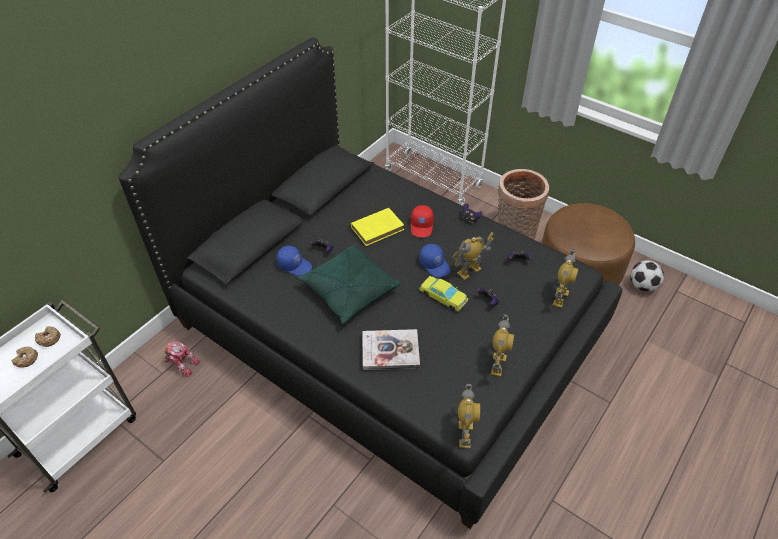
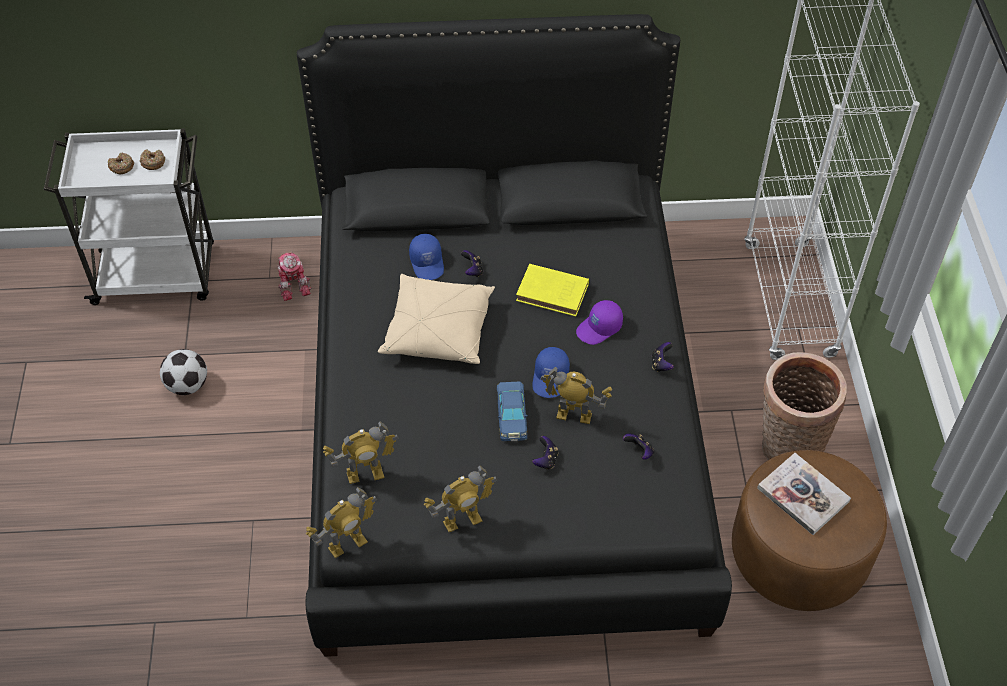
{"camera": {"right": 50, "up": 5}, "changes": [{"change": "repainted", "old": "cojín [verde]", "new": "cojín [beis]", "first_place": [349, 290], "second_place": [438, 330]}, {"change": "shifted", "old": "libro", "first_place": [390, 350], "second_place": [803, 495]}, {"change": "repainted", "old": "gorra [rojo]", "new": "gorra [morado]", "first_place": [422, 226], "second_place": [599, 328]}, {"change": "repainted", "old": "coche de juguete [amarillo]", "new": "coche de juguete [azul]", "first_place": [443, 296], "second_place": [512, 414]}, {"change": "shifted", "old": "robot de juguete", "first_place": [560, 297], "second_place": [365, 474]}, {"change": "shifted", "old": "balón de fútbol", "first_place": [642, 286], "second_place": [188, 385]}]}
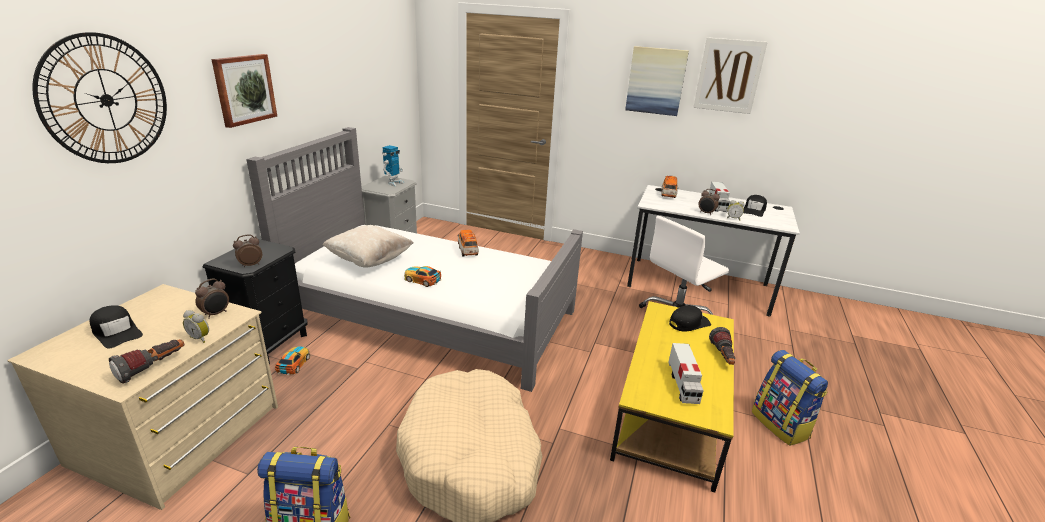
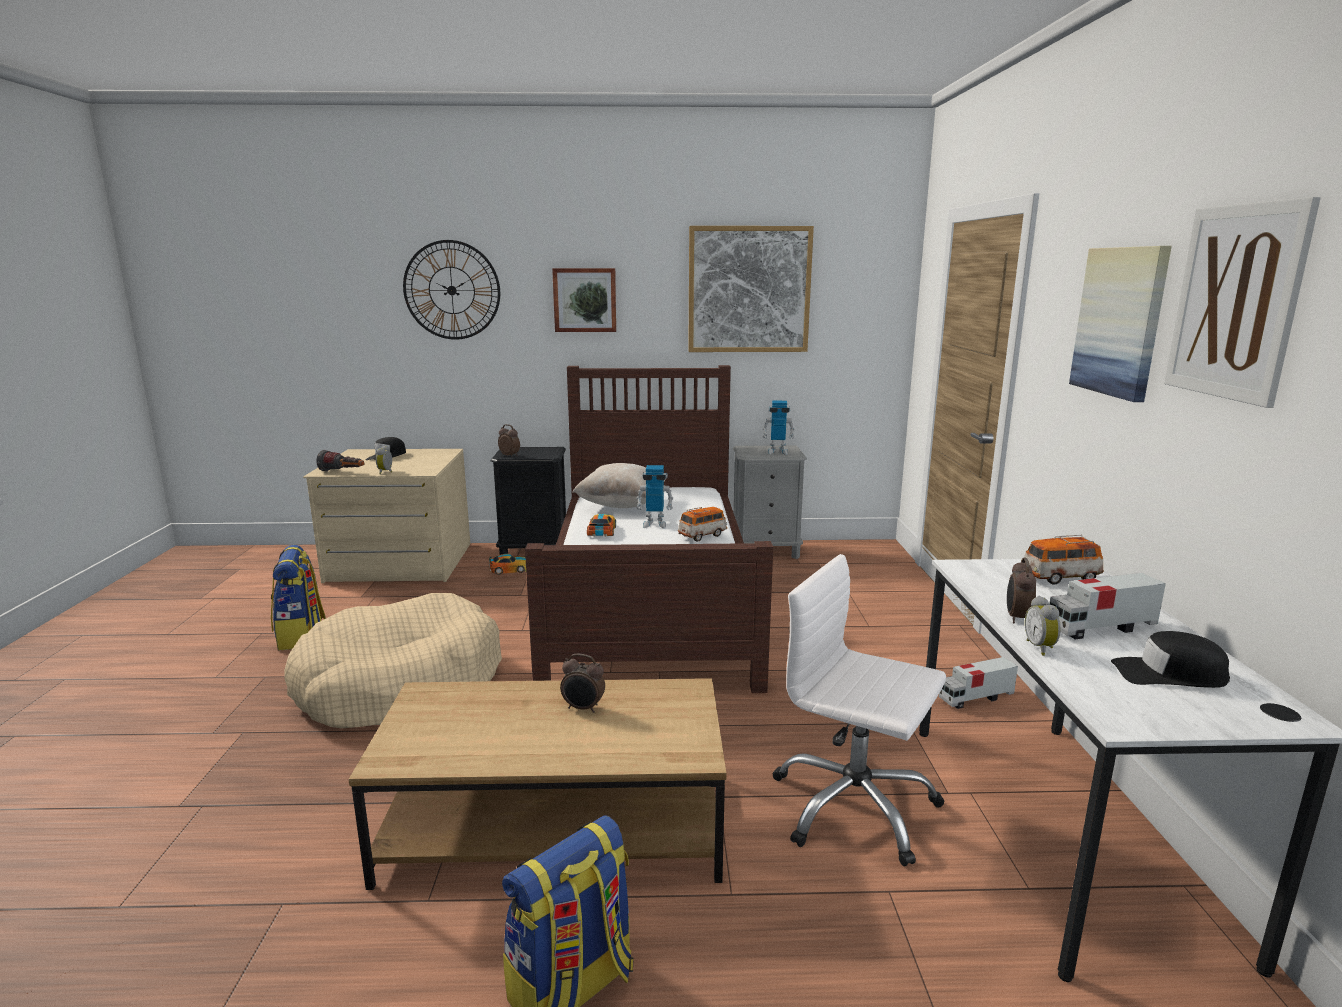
{"camera": {"right": 70, "up": -10}, "changes": [{"change": "shifted", "old": "despertador", "first_place": [216, 314], "second_place": [583, 708]}, {"change": "repainted", "old": "cama [gris]", "new": "cama [marrón]", "first_place": [430, 315], "second_place": [650, 602]}, {"change": "repainted", "old": "mesa de centro [amarillo]", "new": "mesa de centro [marrón]", "first_place": [670, 408], "second_place": [555, 824]}, {"change": "shifted", "old": "camión de juguete", "first_place": [682, 384], "second_place": [975, 698]}, {"change": "gone", "old": "gorra [negro]", "first_place": [689, 323]}, {"change": "gone", "old": "linterna", "first_place": [722, 357]}, {"change": "new", "new": "robot de juguete", "second_place": [654, 524]}, {"change": "new", "new": "cuadro", "second_place": [749, 290]}]}
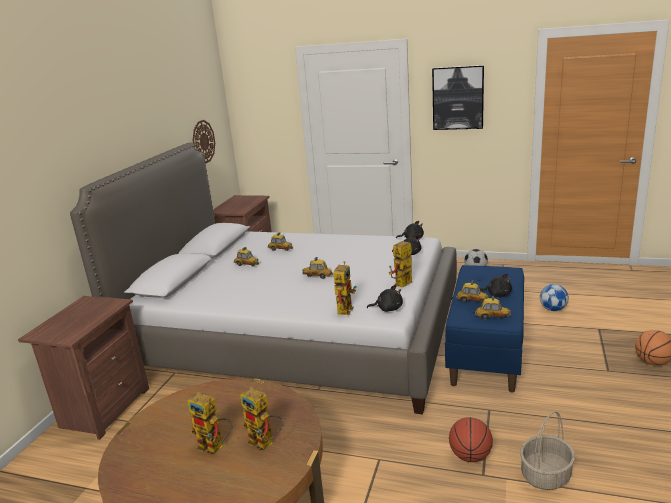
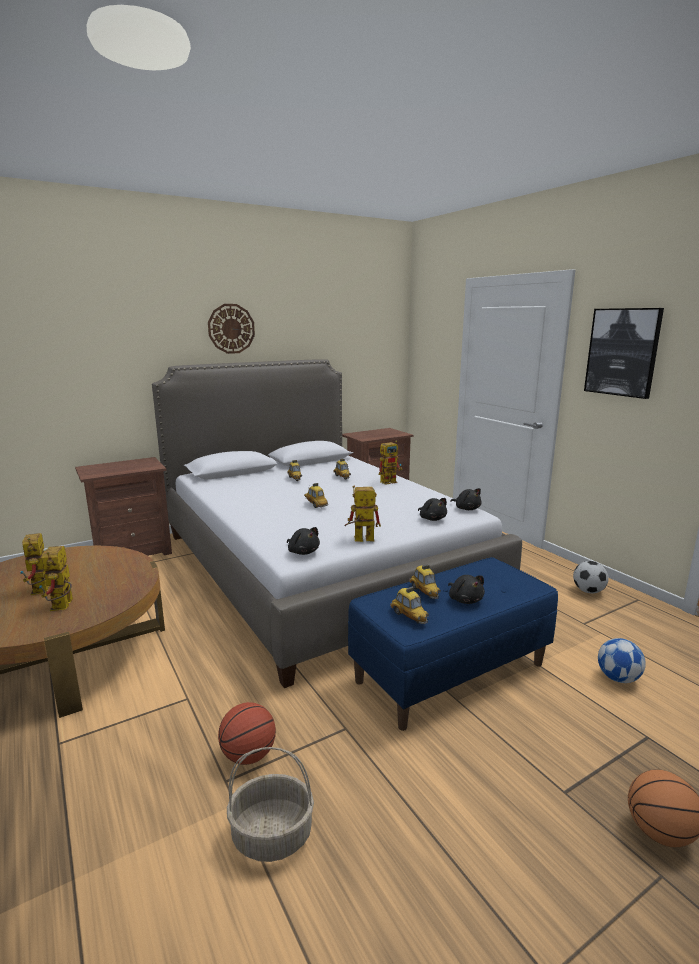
{"camera": {"right": 40, "up": -5}, "changes": [{"change": "shifted", "old": "reloj de pared", "first_place": [203, 141], "second_place": [231, 328]}, {"change": "shifted", "old": "robot de juguete", "first_place": [345, 308], "second_place": [390, 481]}]}
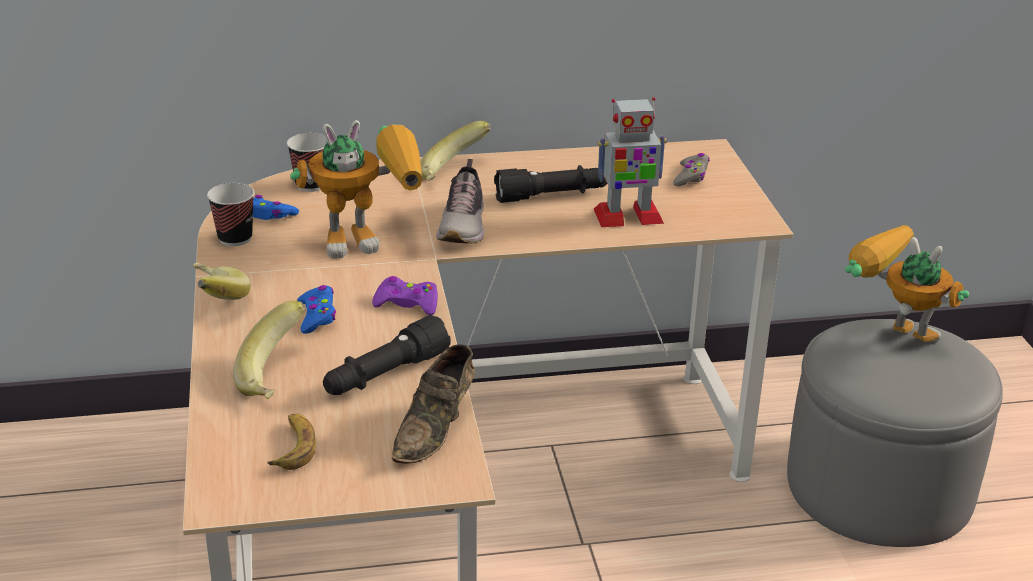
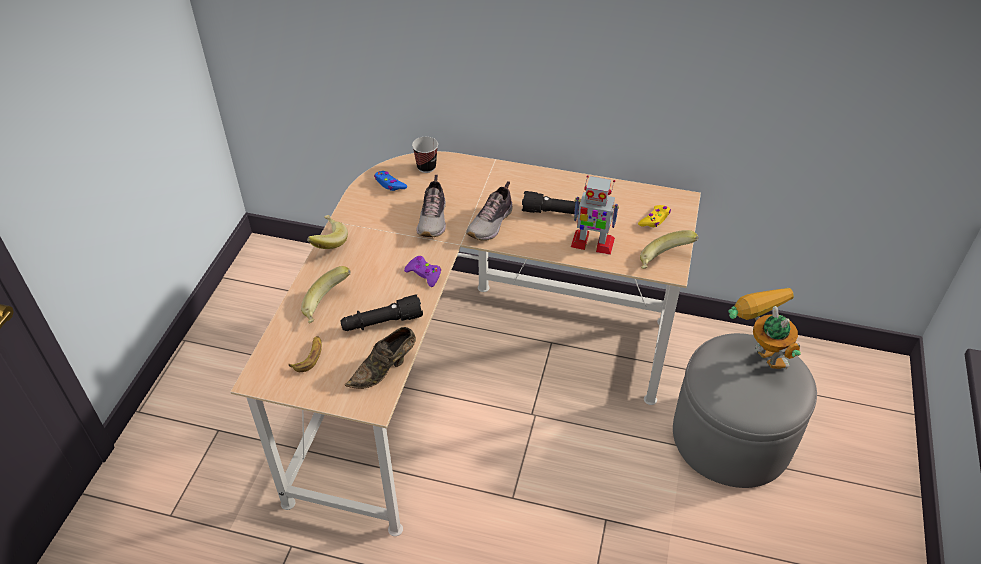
{"camera": {"right": 25, "up": 15}, "changes": [{"change": "gone", "old": "taza", "first_place": [235, 238]}, {"change": "swapped", "old": "robot de juguete", "new": "zapato", "first_place": [370, 239], "second_place": [433, 219]}, {"change": "gone", "old": "mando de consola [azul]", "first_place": [317, 316]}, {"change": "shifted", "old": "plátano", "first_place": [453, 174], "second_place": [664, 262]}, {"change": "repainted", "old": "mando de consola [gris]", "new": "mando de consola [amarillo]", "first_place": [691, 176], "second_place": [654, 220]}]}
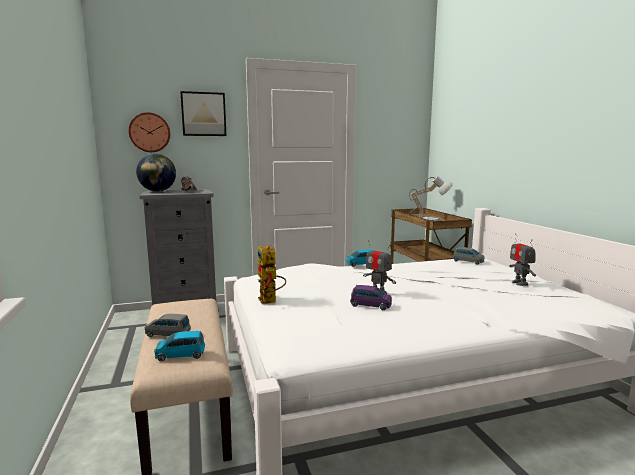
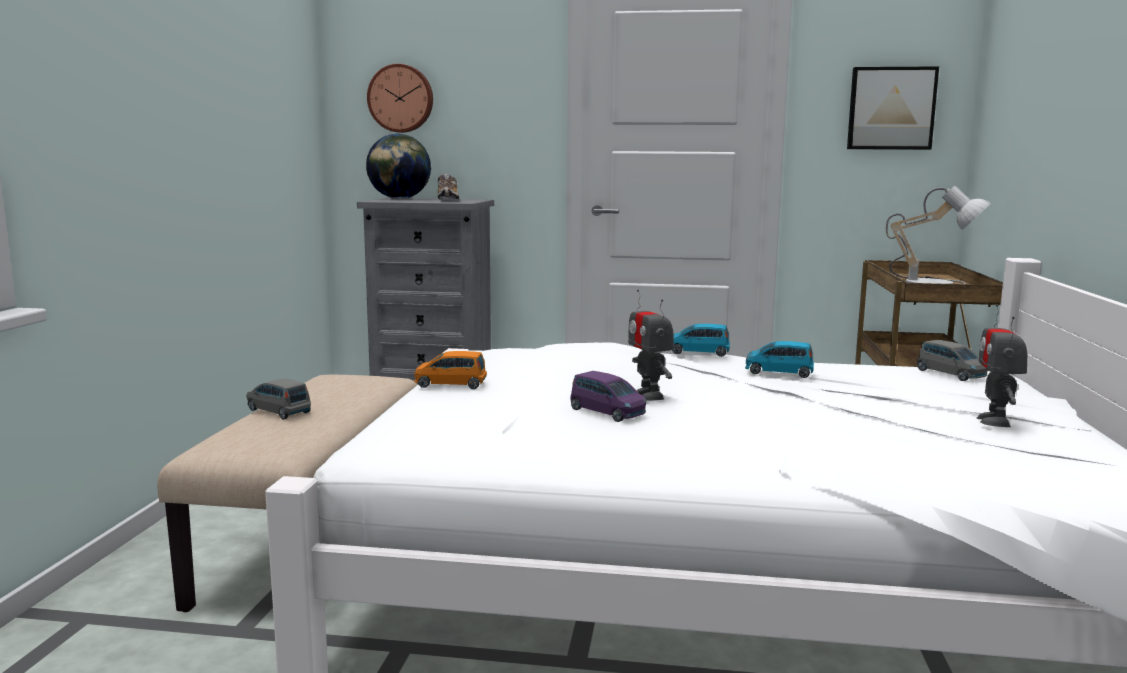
{"camera": {"right": 25, "up": 0}, "changes": [{"change": "shifted", "old": "coche de juguete [azul]", "first_place": [180, 355], "second_place": [778, 372]}, {"change": "shifted", "old": "cuadro", "first_place": [203, 114], "second_place": [891, 109]}, {"change": "swapped", "old": "robot de juguete", "new": "coche de juguete [naranja]", "first_place": [270, 301], "second_place": [450, 384]}]}
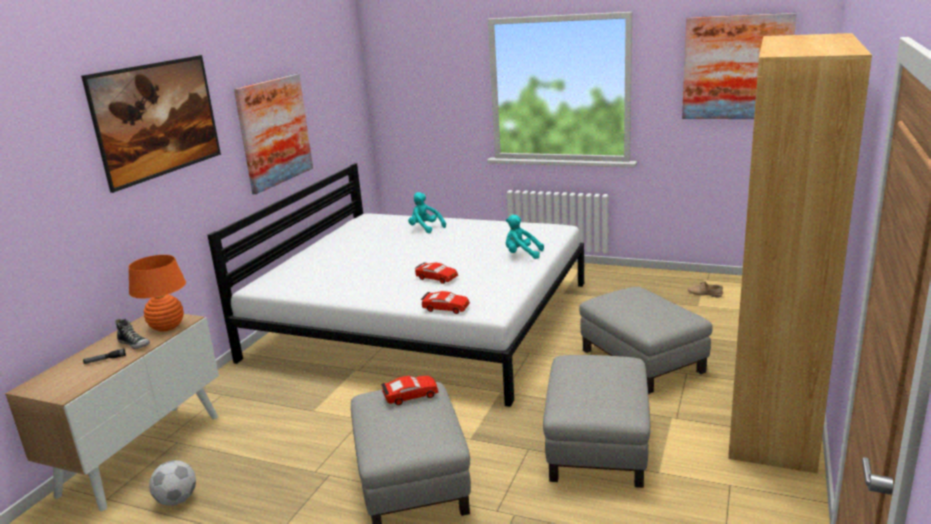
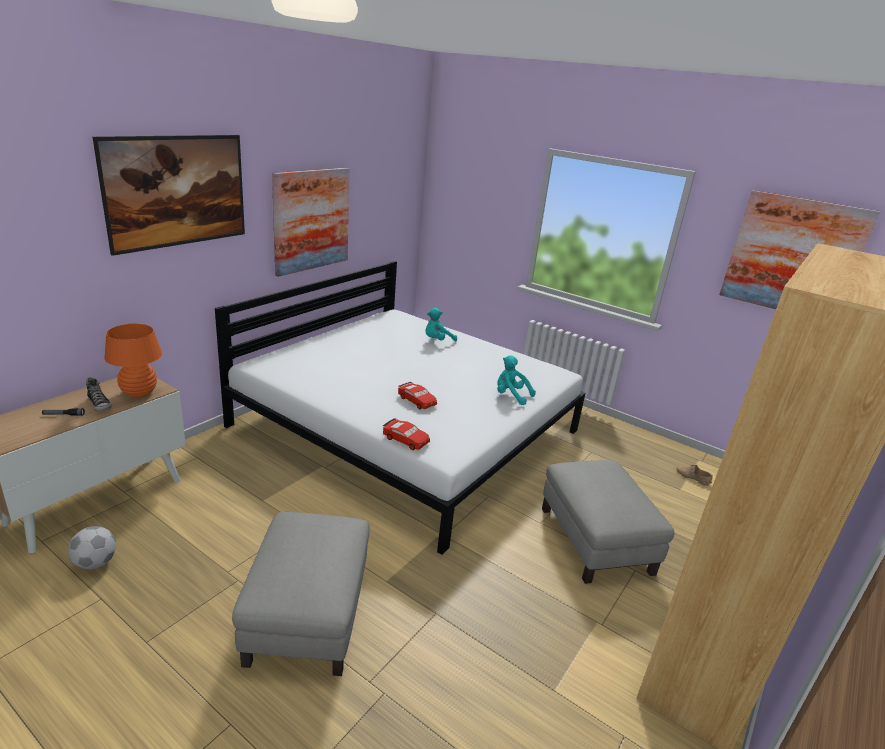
{"camera": {"right": 10, "up": 5}, "changes": [{"change": "gone", "old": "coche de juguete [rojo]", "first_place": [410, 395]}, {"change": "rotated", "old": "peluche [turquesa]", "first_place": [425, 228], "second_place": [437, 340], "degrees": -90}, {"change": "gone", "old": "puf [gris]", "first_place": [598, 445]}]}
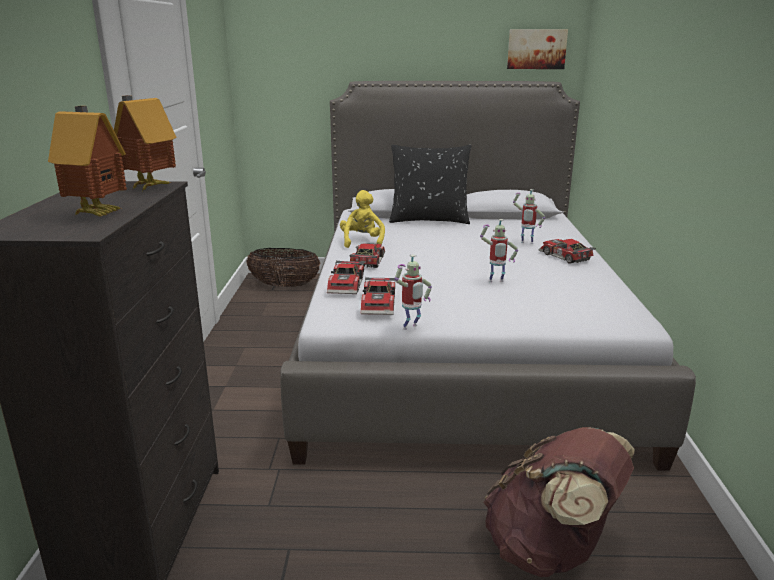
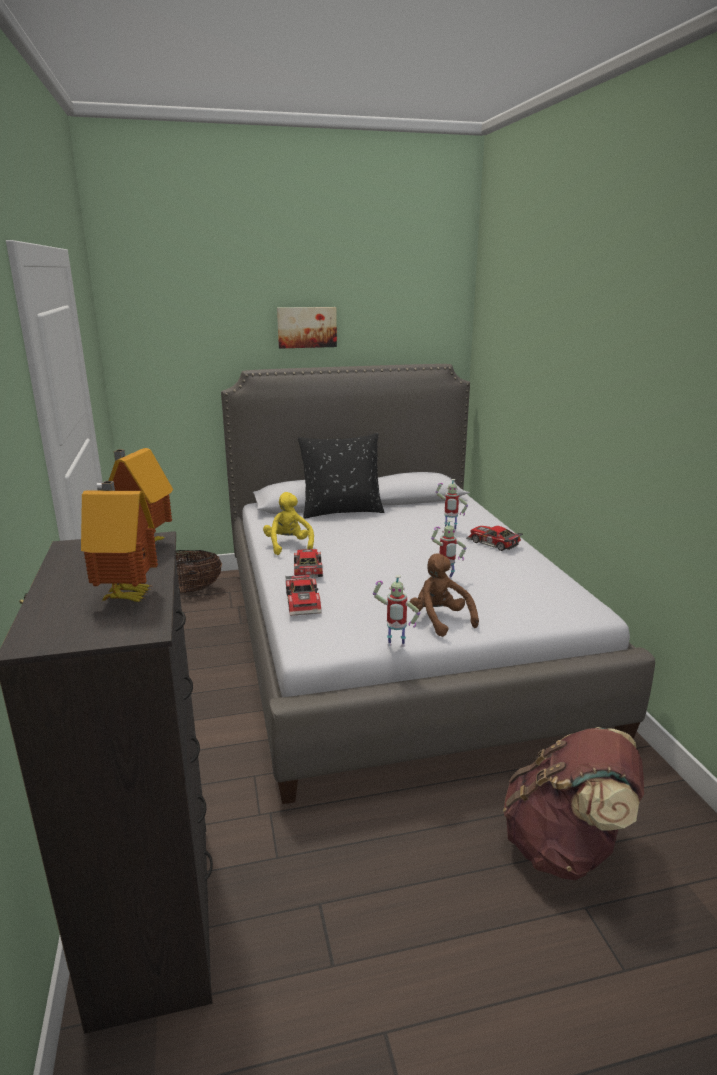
{"camera": {"right": -15, "up": 0}, "changes": [{"change": "gone", "old": "coche de juguete", "first_place": [380, 303]}, {"change": "rotated", "old": "robot de juguete", "first_place": [411, 328], "second_place": [395, 646], "degrees": 60}, {"change": "shifted", "old": "cuadro", "first_place": [536, 49], "second_place": [306, 327]}, {"change": "new", "new": "peluche [marrón]", "second_place": [440, 620]}]}
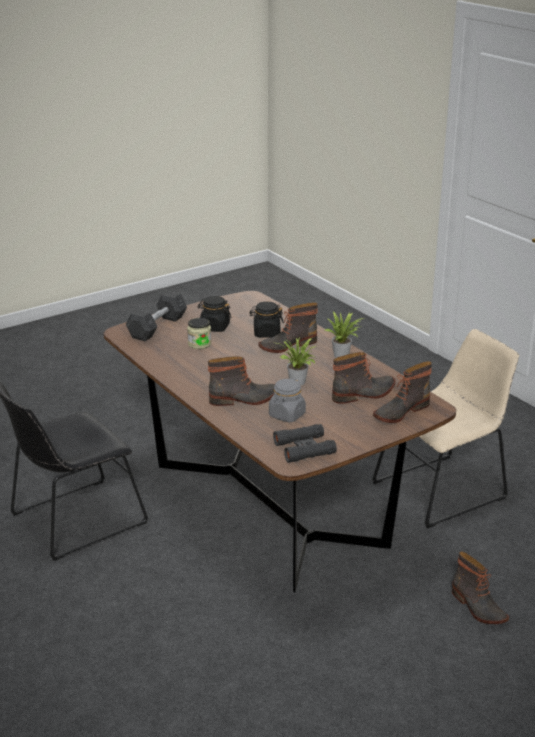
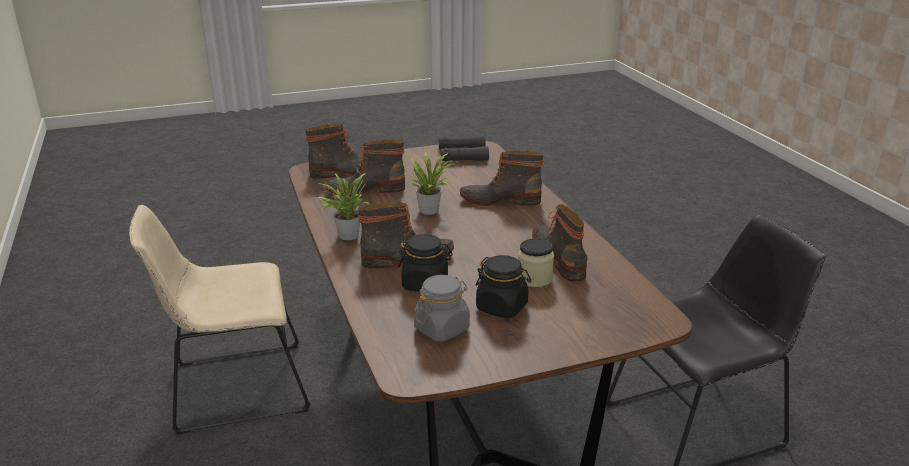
{"camera": {"right": -165, "up": 0}, "changes": [{"change": "gone", "old": "mancuerna [gris]", "first_place": [157, 327]}, {"change": "shifted", "old": "tarro [gris]", "first_place": [287, 415], "second_place": [442, 328]}, {"change": "shifted", "old": "bota", "first_place": [477, 607], "second_place": [560, 258]}]}
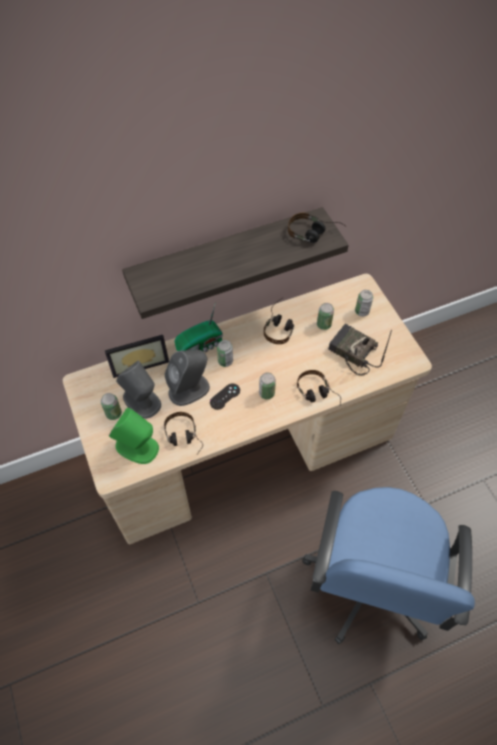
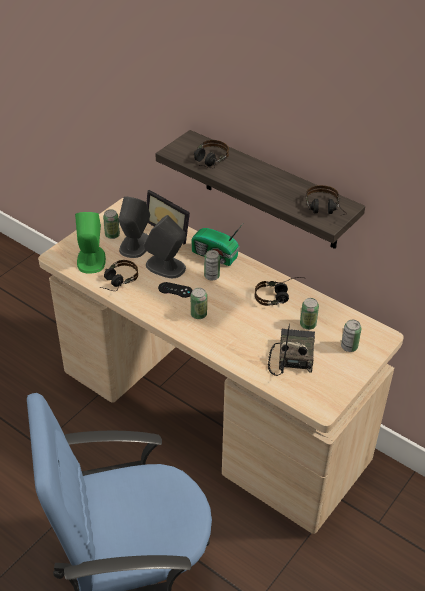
{"camera": {"right": 60, "up": -15}, "changes": [{"change": "shifted", "old": "auriculares", "first_place": [318, 395], "second_place": [207, 163]}]}
